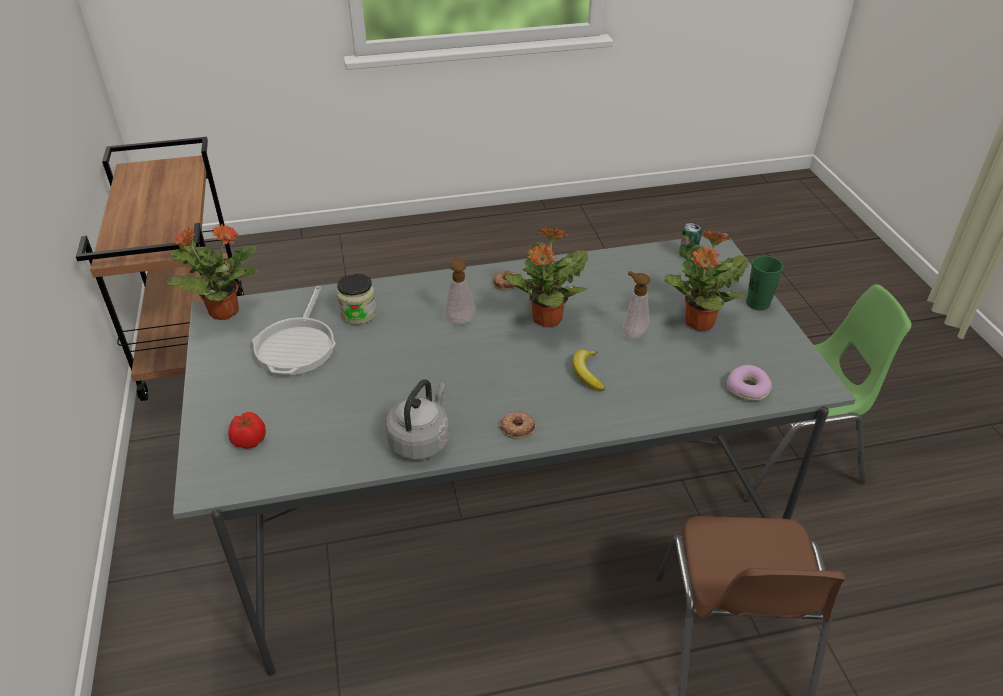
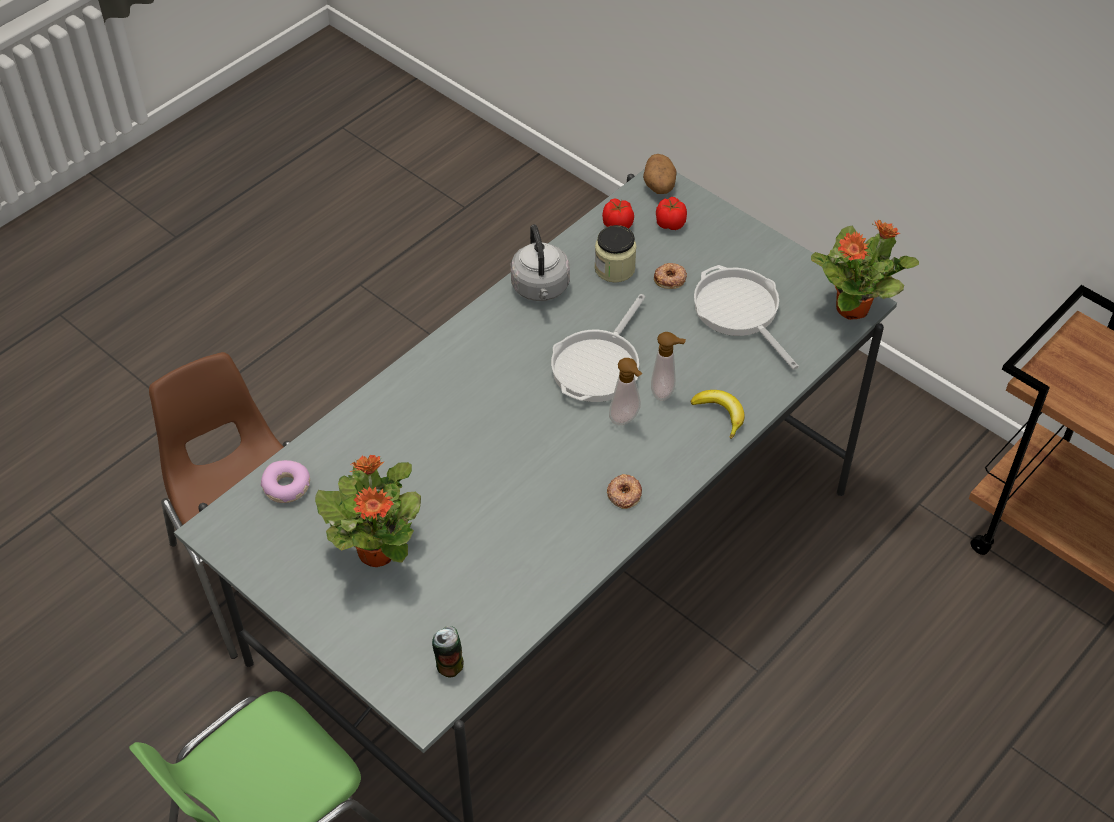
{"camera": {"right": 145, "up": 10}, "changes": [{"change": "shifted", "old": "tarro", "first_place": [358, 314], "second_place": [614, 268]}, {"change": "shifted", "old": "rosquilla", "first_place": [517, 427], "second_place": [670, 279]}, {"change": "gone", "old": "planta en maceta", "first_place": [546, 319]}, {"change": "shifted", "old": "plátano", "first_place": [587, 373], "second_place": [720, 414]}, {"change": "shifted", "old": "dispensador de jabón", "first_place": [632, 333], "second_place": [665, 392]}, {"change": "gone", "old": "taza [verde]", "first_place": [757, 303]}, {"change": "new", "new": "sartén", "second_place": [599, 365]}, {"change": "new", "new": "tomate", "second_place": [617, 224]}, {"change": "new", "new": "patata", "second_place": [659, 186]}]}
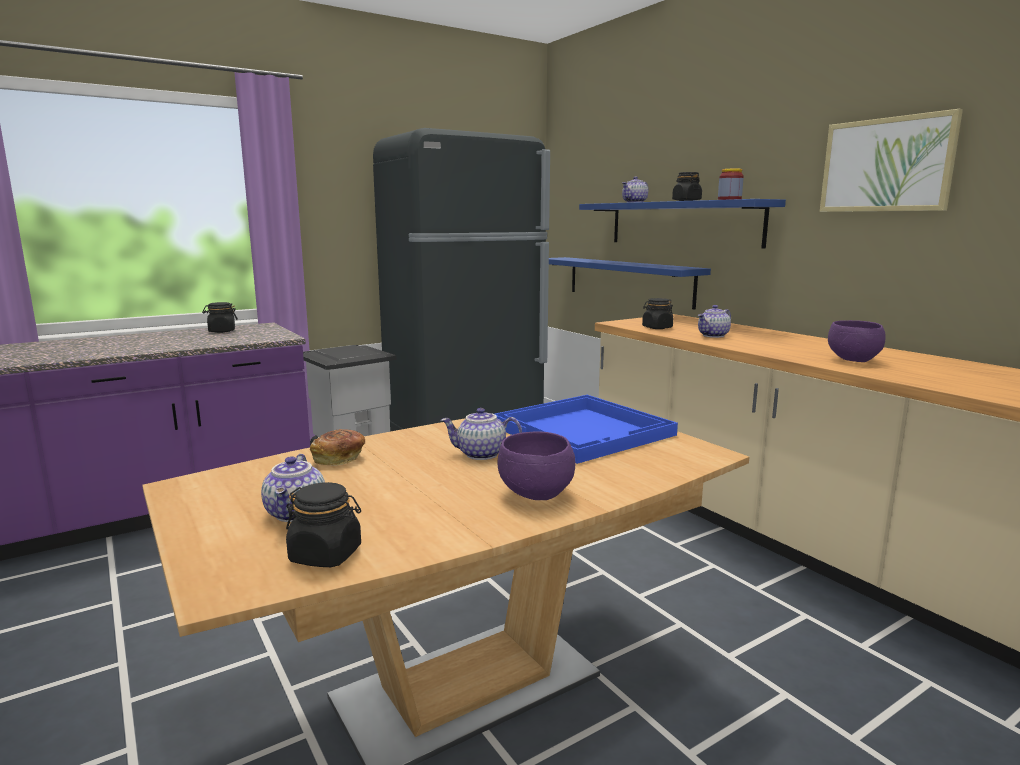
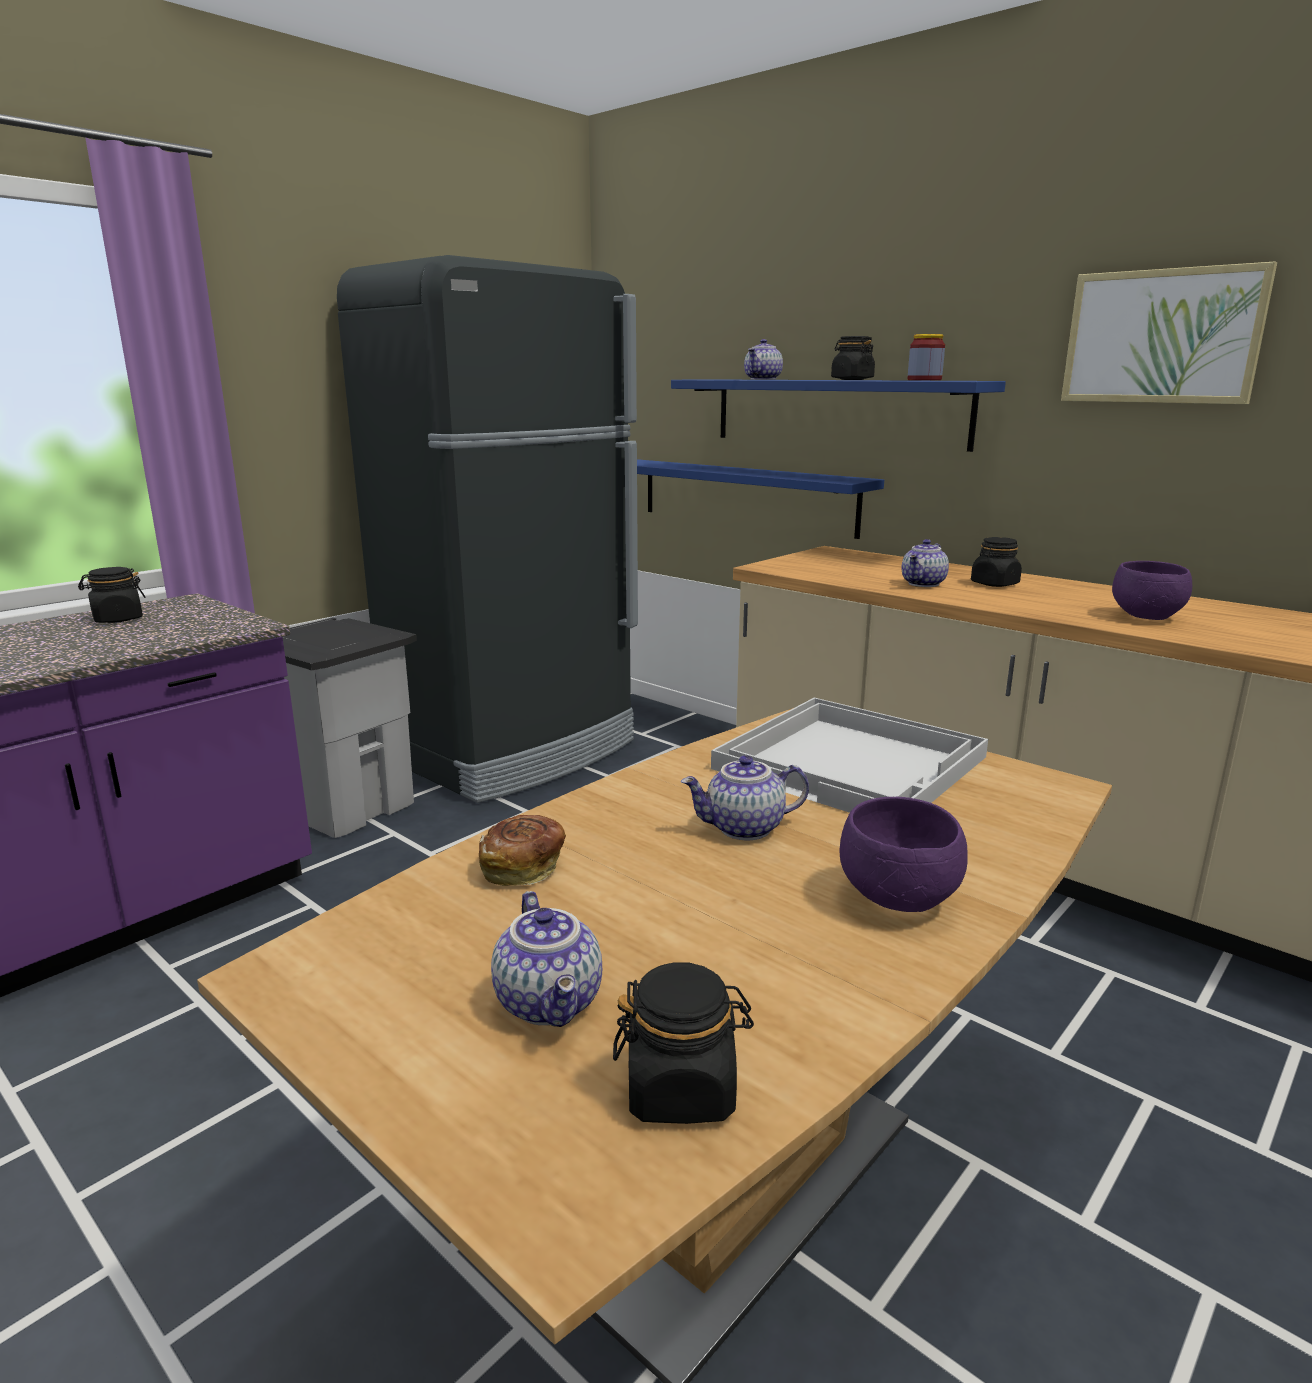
{"camera": {"right": -15, "up": 5}, "changes": [{"change": "repainted", "old": "bandeja [azul]", "new": "bandeja [blanco]", "first_place": [584, 430], "second_place": [853, 762]}, {"change": "shifted", "old": "tarro [negro]", "first_place": [657, 328], "second_place": [994, 584]}]}
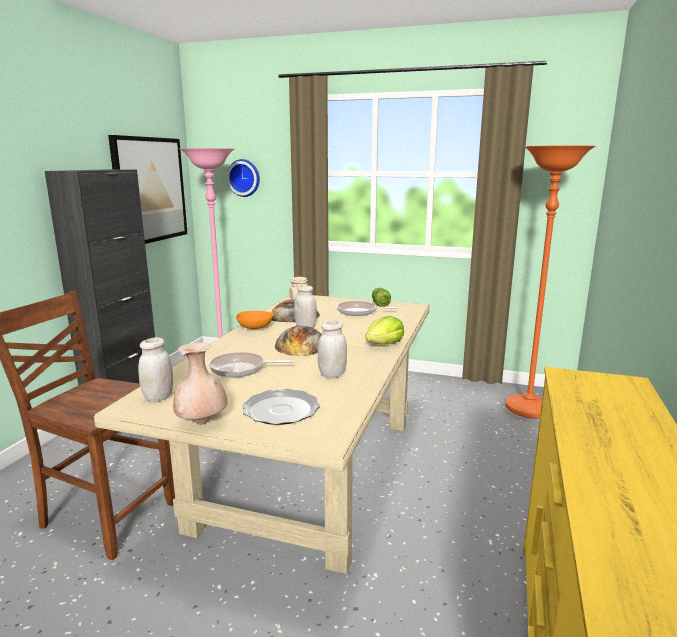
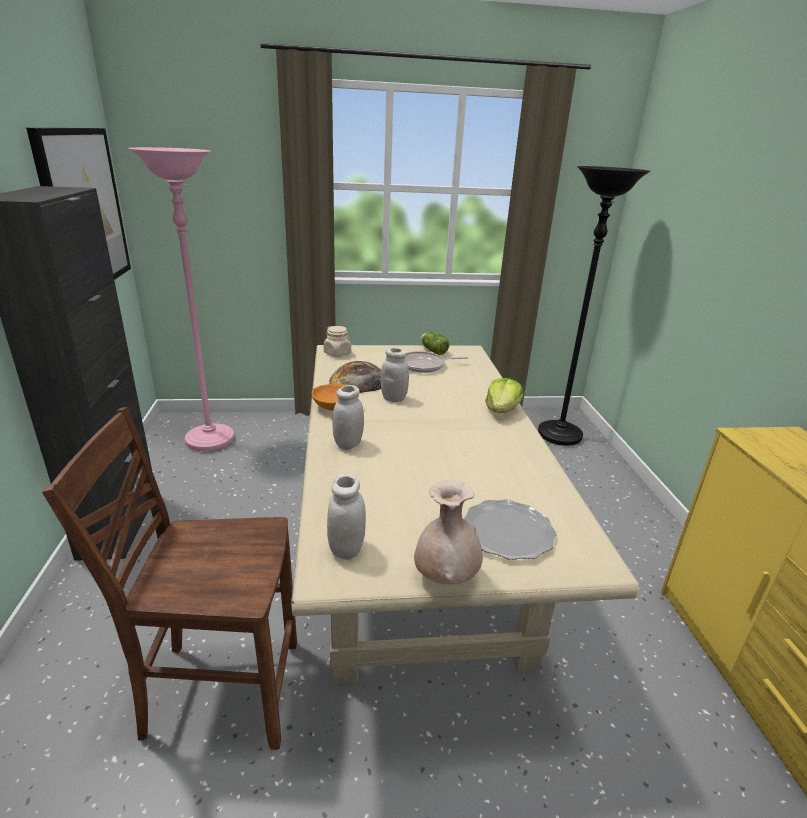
{"camera": {"right": -25, "up": 10}, "changes": [{"change": "gone", "old": "sartén", "first_place": [241, 369]}, {"change": "gone", "old": "reloj de pared", "first_place": [244, 178]}, {"change": "gone", "old": "pan", "first_place": [301, 345]}, {"change": "shifted", "old": "tarro [blanco]", "first_place": [332, 375], "second_place": [348, 444]}, {"change": "repainted", "old": "lámpara de pie [naranja]", "new": "lámpara de pie [negro]", "first_place": [528, 409], "second_place": [559, 435]}]}
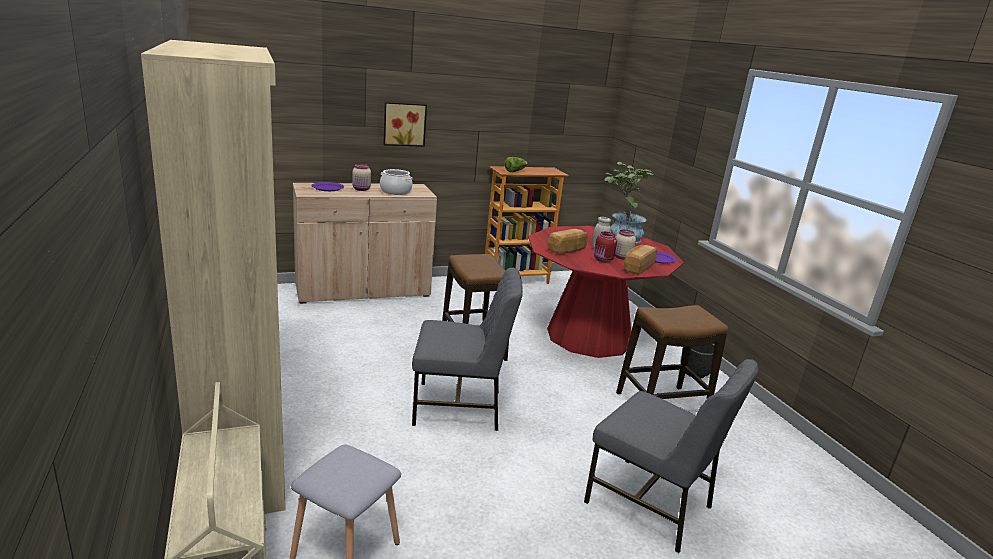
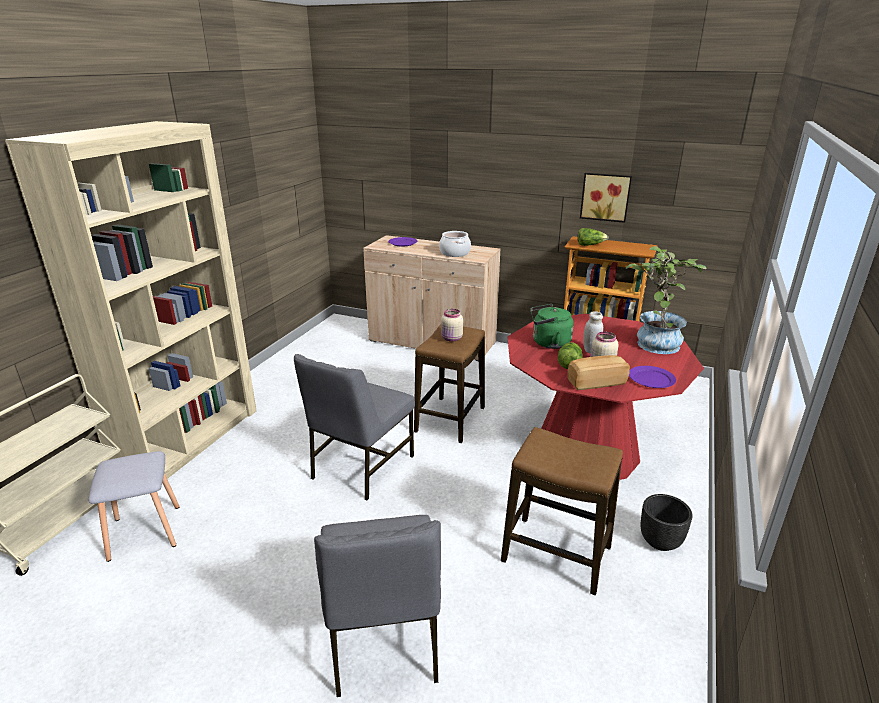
{"camera": {"right": 45, "up": 5}, "changes": [{"change": "shifted", "old": "tarro [beis]", "first_place": [361, 189], "second_place": [452, 339]}, {"change": "shifted", "old": "cuadro", "first_place": [404, 124], "second_place": [605, 197]}, {"change": "rotated", "old": "silla [gris]", "first_place": [459, 407], "second_place": [360, 467], "degrees": 75}, {"change": "swapped", "old": "pan", "new": "hervidor [verde]", "first_place": [567, 250], "second_place": [548, 343]}, {"change": "swapped", "old": "tarro [rojo]", "new": "lechuga", "first_place": [603, 260], "second_place": [568, 363]}]}
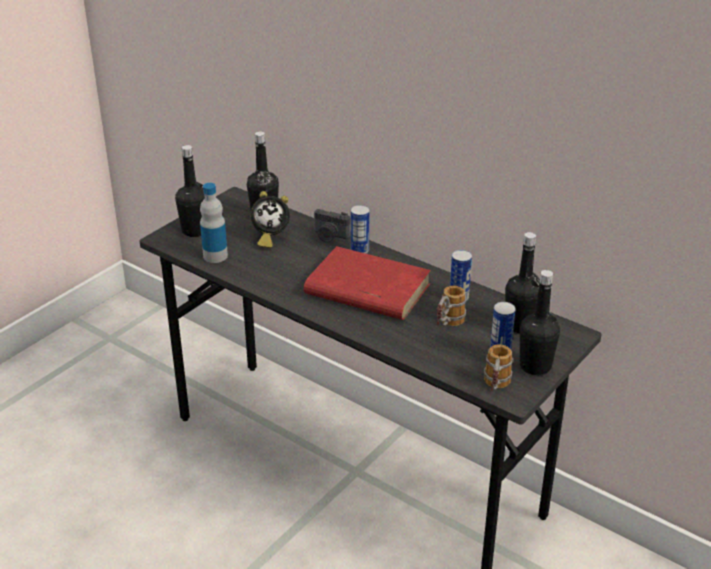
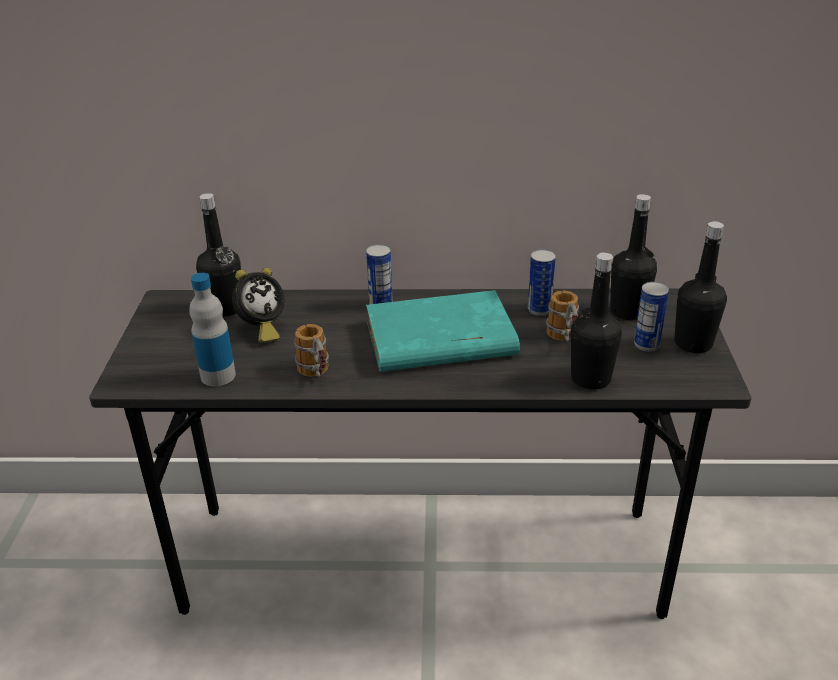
{"camera": {"right": -35, "up": 0}, "changes": [{"change": "shifted", "old": "botella [negro]", "first_place": [195, 231], "second_place": [590, 378]}, {"change": "repainted", "old": "libro [rojo]", "new": "libro [turquesa]", "first_place": [366, 289], "second_place": [439, 340]}, {"change": "gone", "old": "cámara", "first_place": [330, 236]}, {"change": "shifted", "old": "taza grande", "first_place": [495, 388], "second_place": [317, 376]}]}
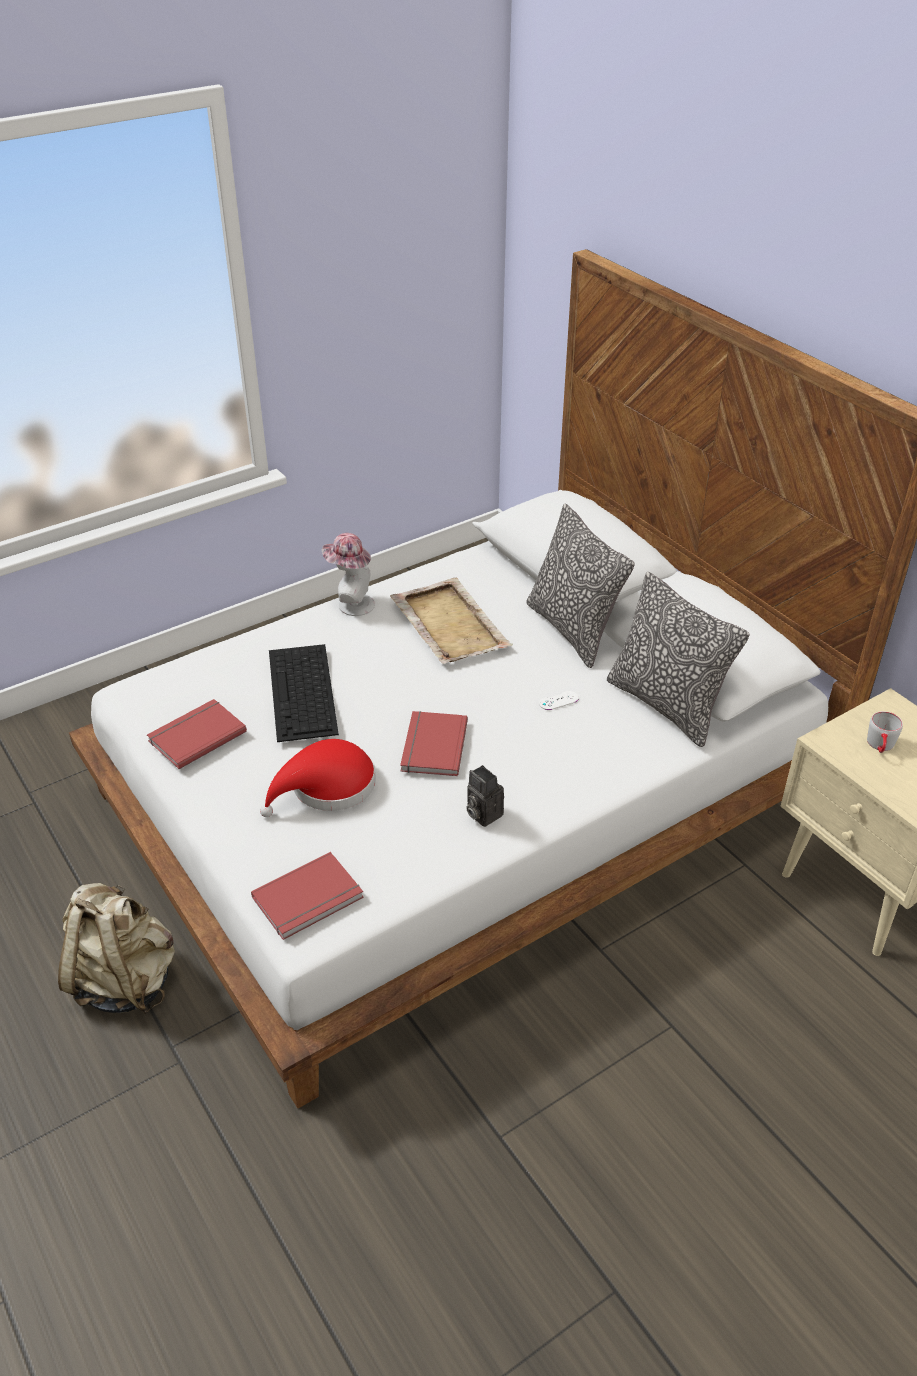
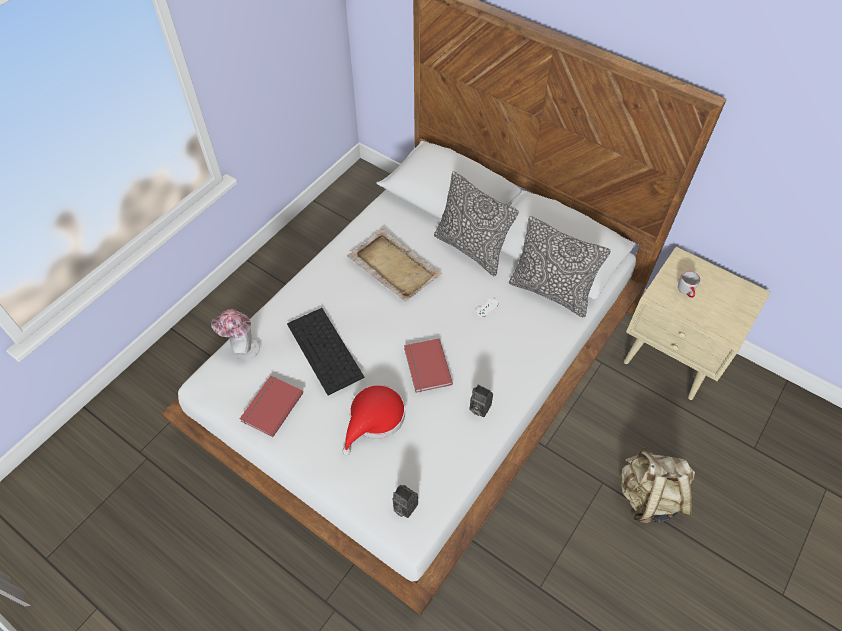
{"camera": {"right": -20, "up": 15}, "changes": [{"change": "shifted", "old": "mochila [beis]", "first_place": [125, 981], "second_place": [648, 497]}, {"change": "swapped", "old": "libro [rojo]", "new": "cámara", "first_place": [309, 899], "second_place": [403, 506]}, {"change": "shifted", "old": "sombrero", "first_place": [351, 604], "second_place": [242, 349]}]}
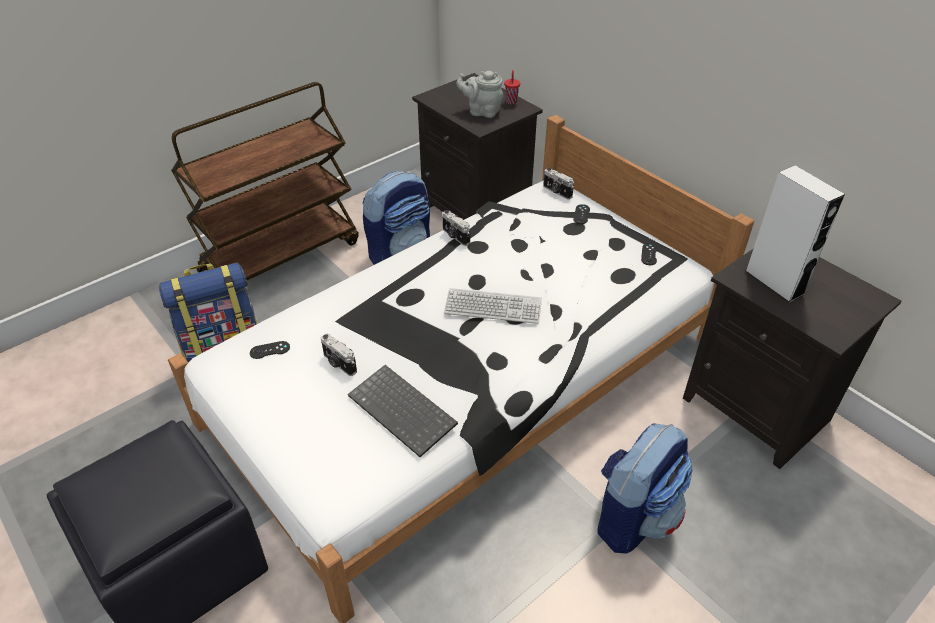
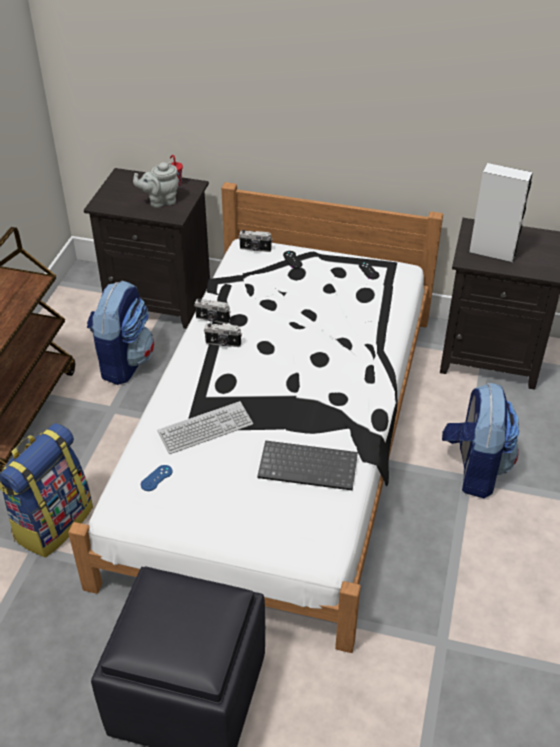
{"camera": {"right": -35, "up": 0}, "changes": [{"change": "repainted", "old": "mando de consola [negro]", "new": "mando de consola [azul]", "first_place": [270, 350], "second_place": [156, 478]}, {"change": "shifted", "old": "cámara", "first_place": [339, 364], "second_place": [223, 343]}, {"change": "shifted", "old": "teclado", "first_place": [493, 307], "second_place": [205, 429]}]}
